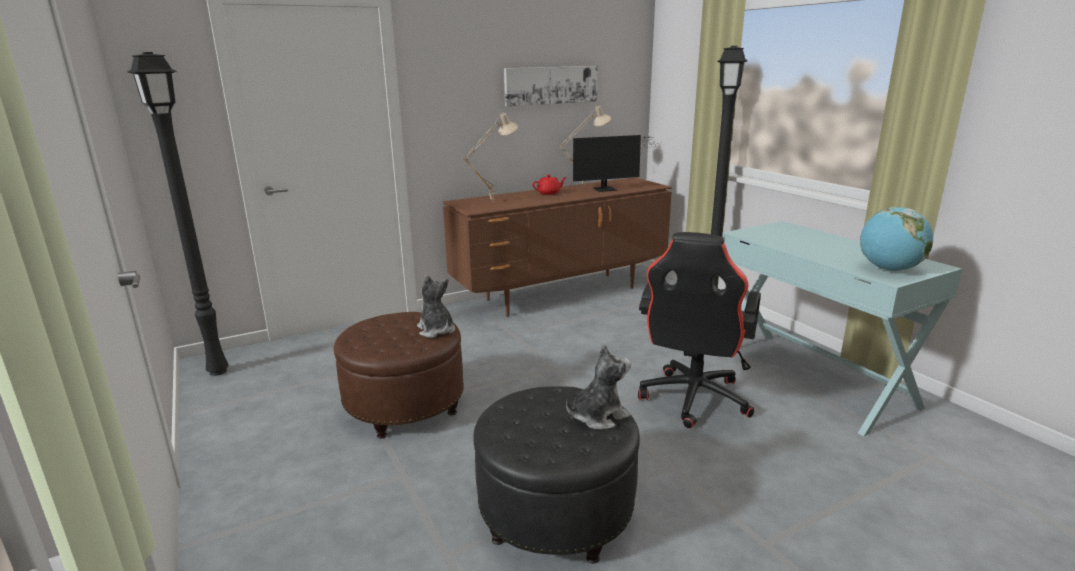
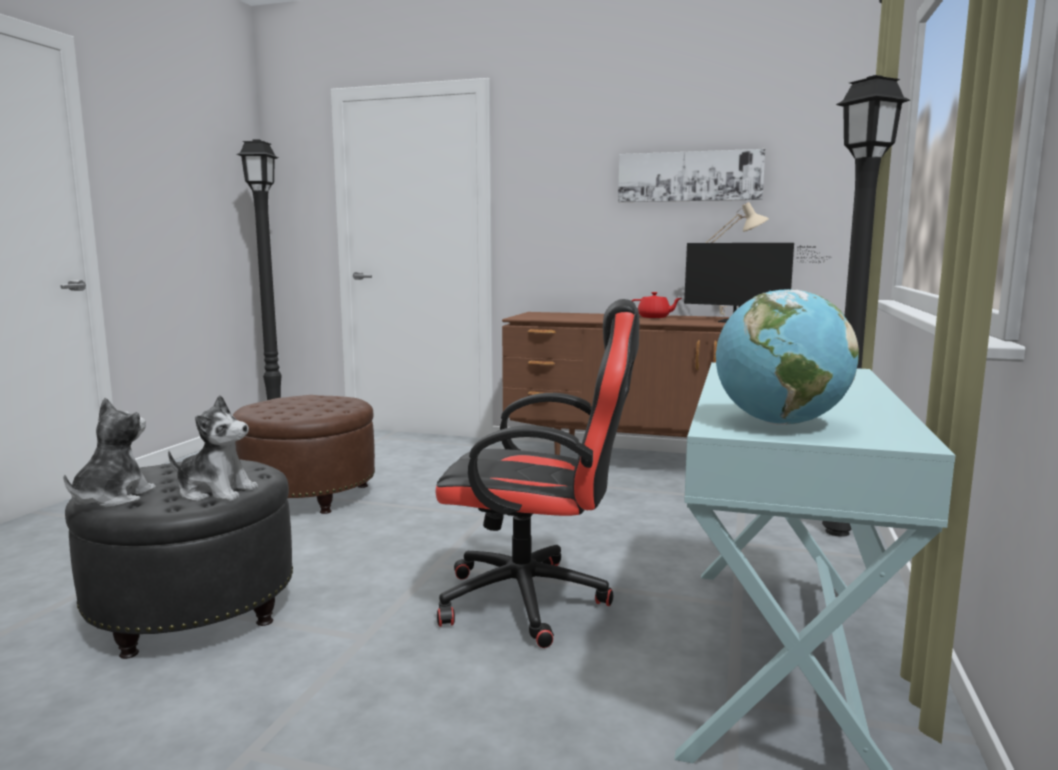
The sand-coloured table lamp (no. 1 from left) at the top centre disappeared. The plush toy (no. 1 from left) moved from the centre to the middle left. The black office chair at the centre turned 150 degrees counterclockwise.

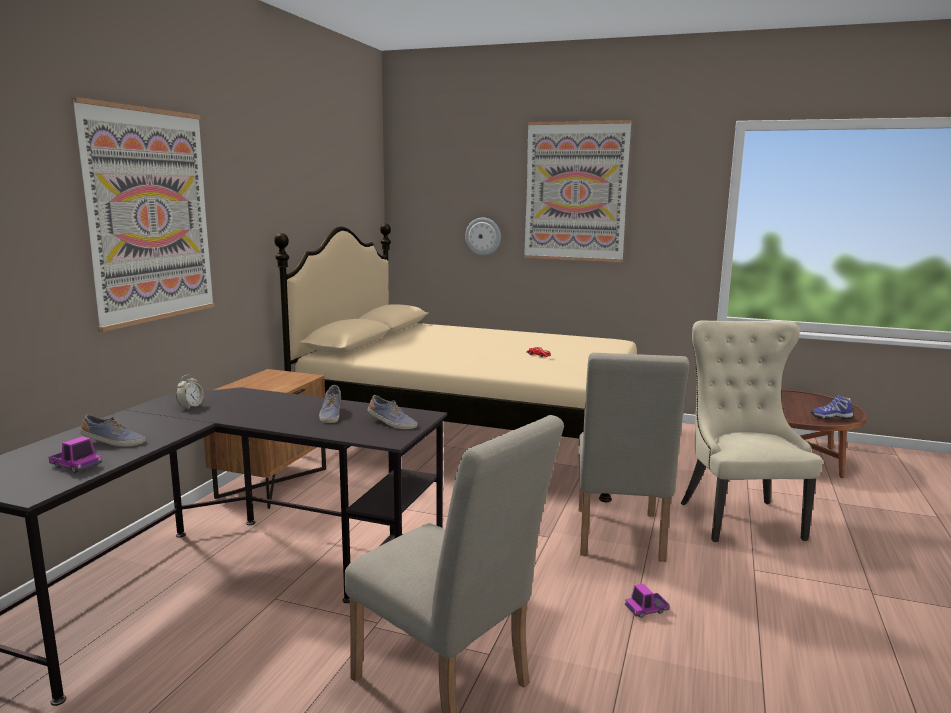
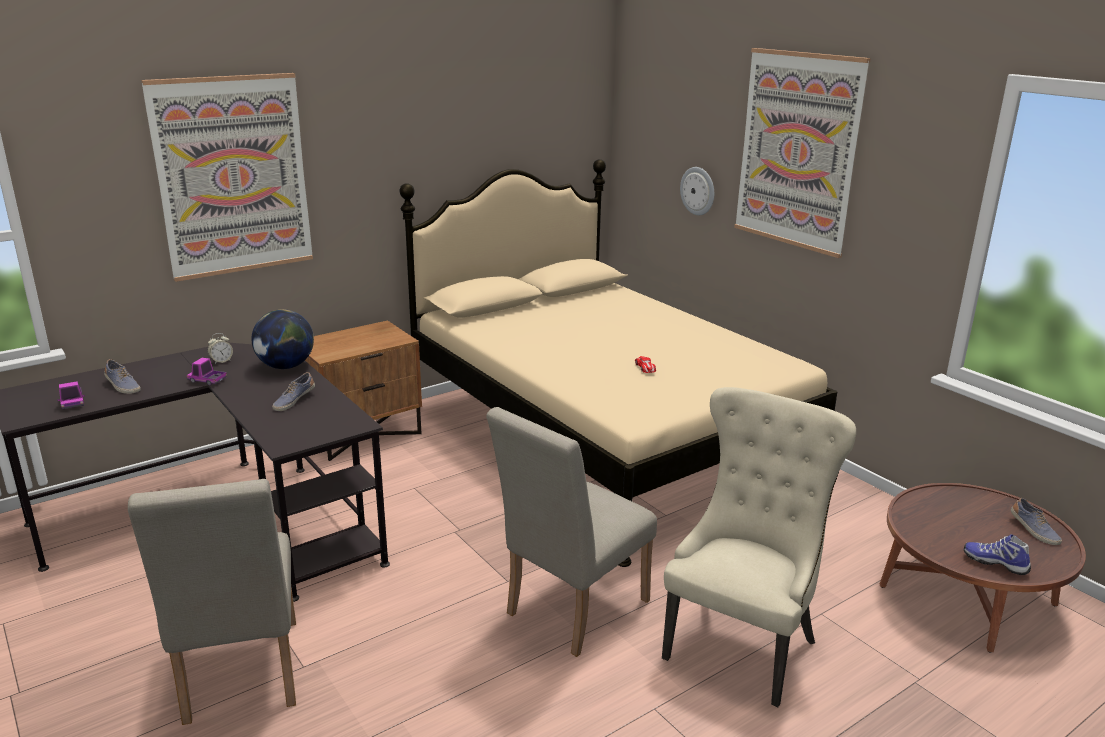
The desk globe at the middle left appeared. The low shoe (no. 3 from left in the first image) moved from the centre to the bottom right. The toy lorry (no. 2 from left) moved from the bottom right to the middle left.

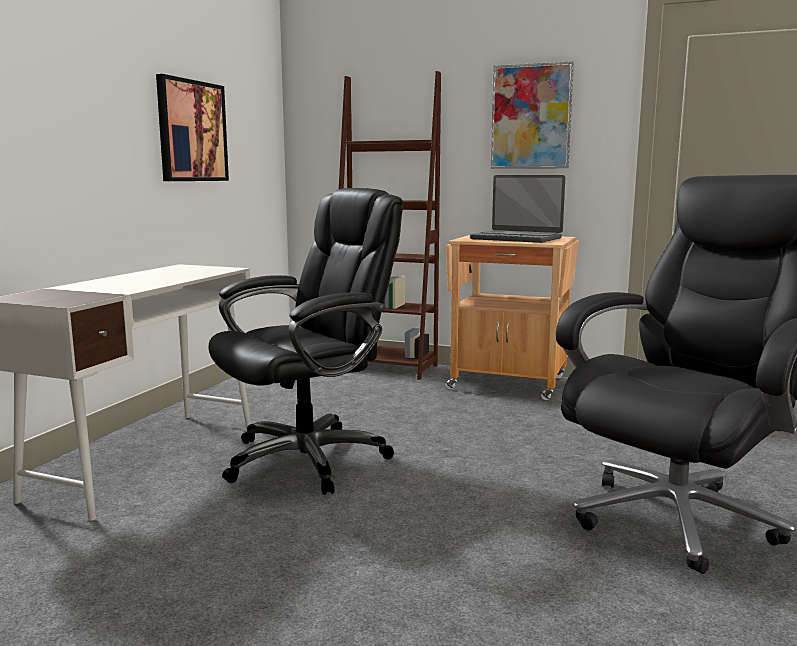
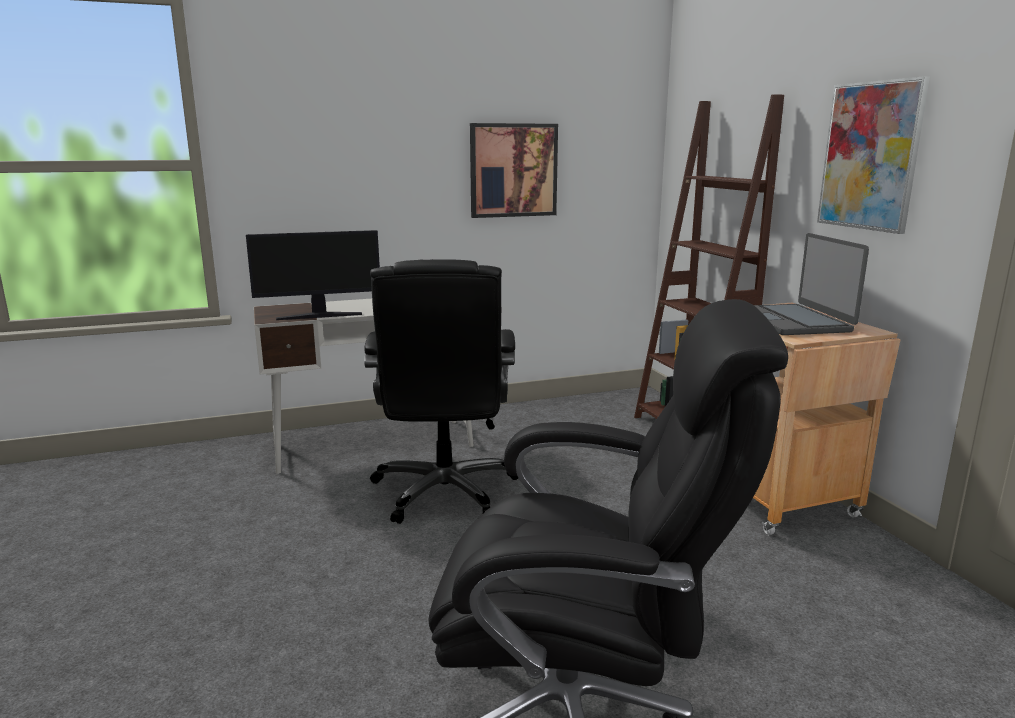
The computer screen at the middle left appeared. The black office chair (no. 1 from left) at the centre turned 75 degrees clockwise.

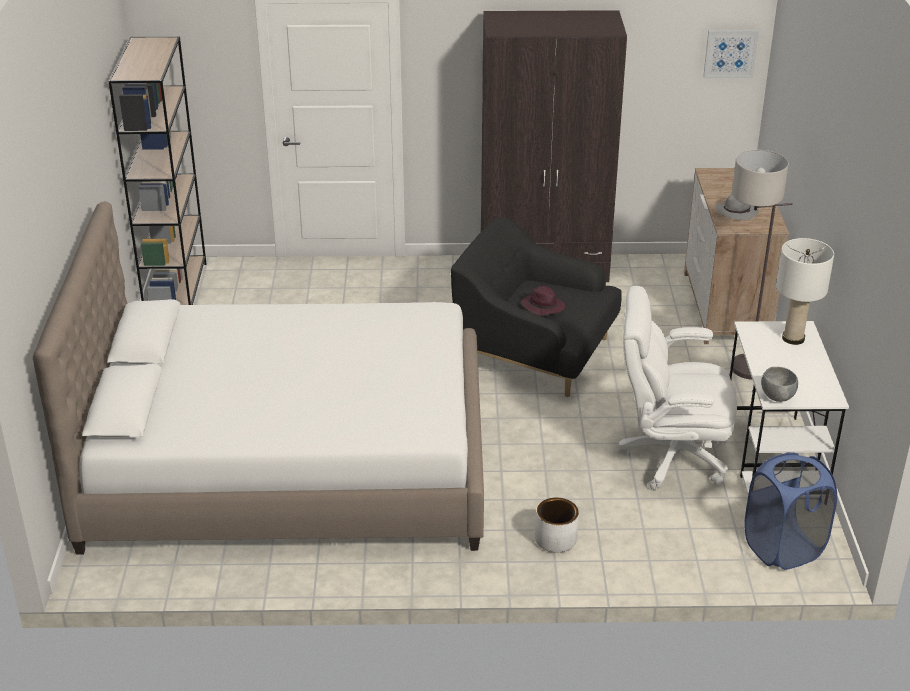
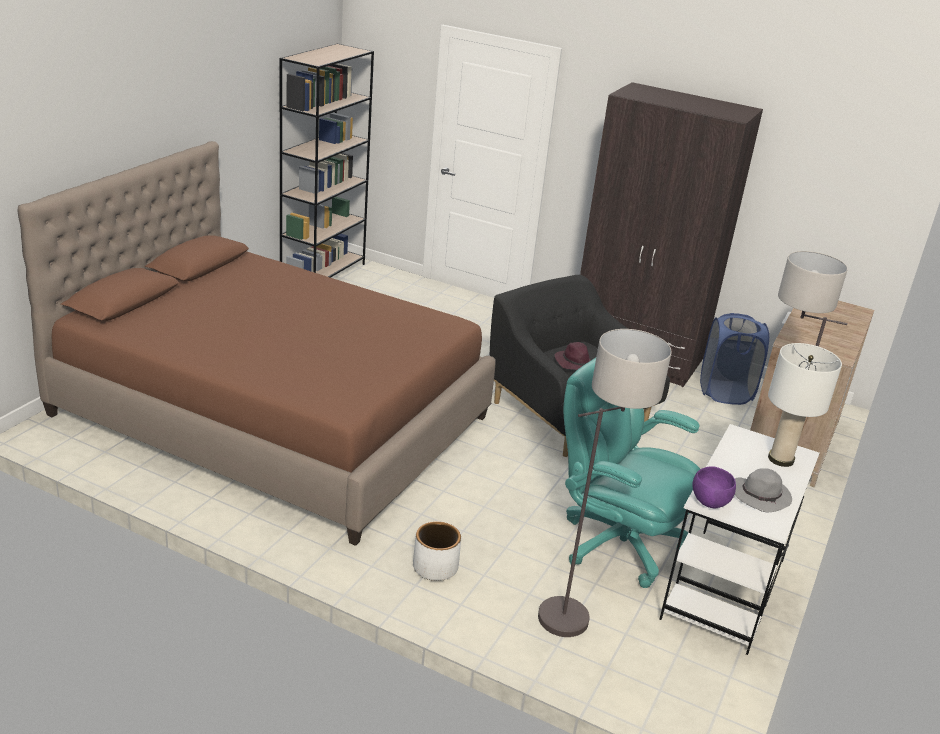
The wall art at the top right disappeared. The greyish standing lamp (no. 1 from left) at the centre appeared. The greyish hat moved from the top right to the bottom right. The blue-coloured hamper moved from the bottom right to the middle right. The white sleeping bed at the middle left became the brownish sleeping bed at the middle left. The white office chair at the middle right became the blue-green office chair at the middle right. The greyish serving bowl at the middle right became the purple serving bowl at the middle right.

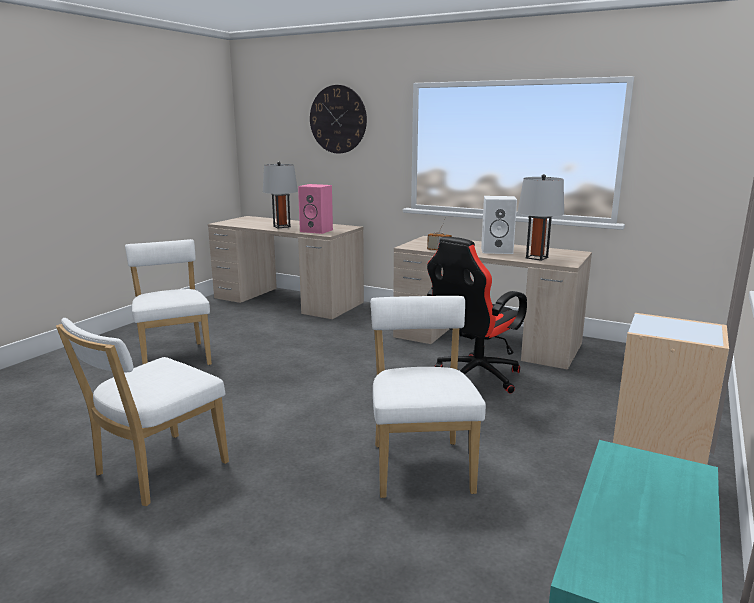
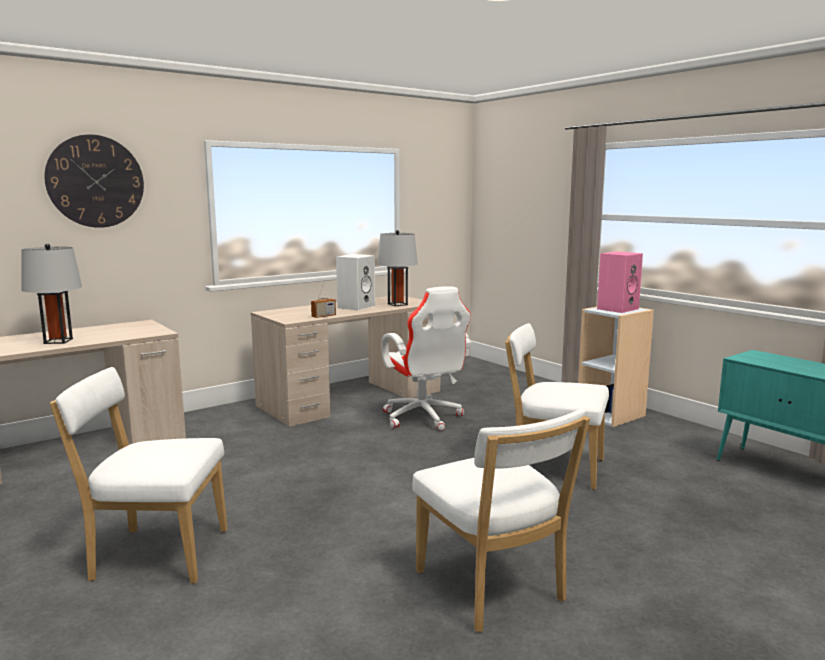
The pinkish audio speaker moved from the centre to the middle right. The black office chair at the centre became the white office chair at the centre.

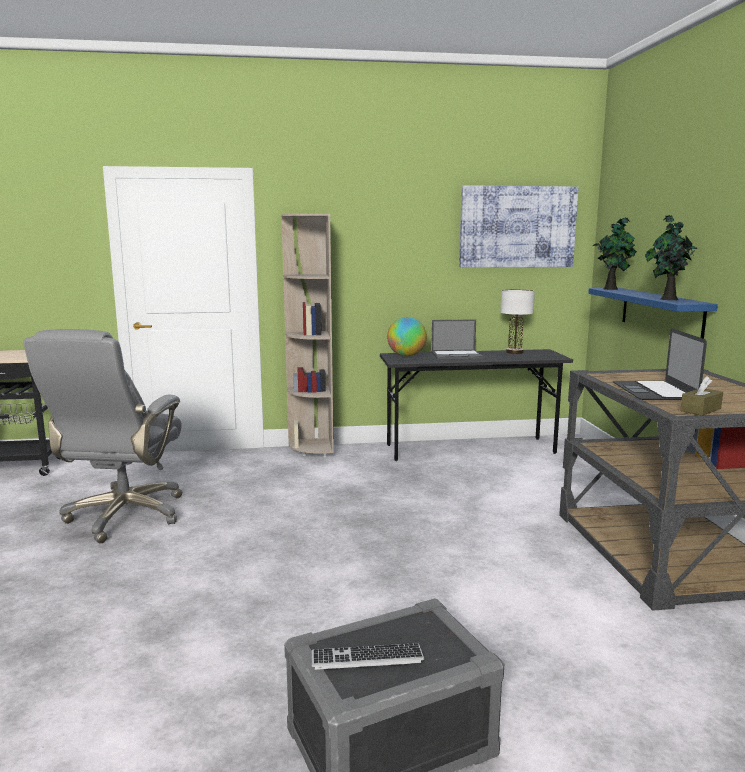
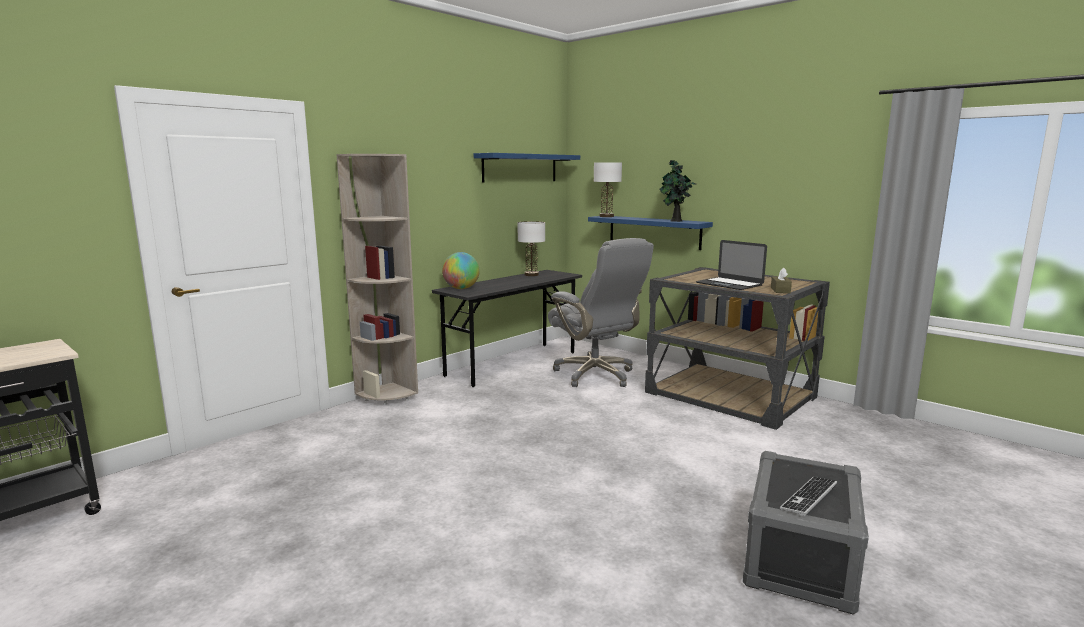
The portable computer (no. 1 from left) at the centre disappeared. The greyish office chair moved from the middle left to the centre. The wall art at the top right was replaced by the blue-coloured bracket shelf (no. 1 from left) at the top centre. The plant in a pot (no. 1 from left) at the top right was replaced by the table lamp (no. 2 from left) at the top centre.

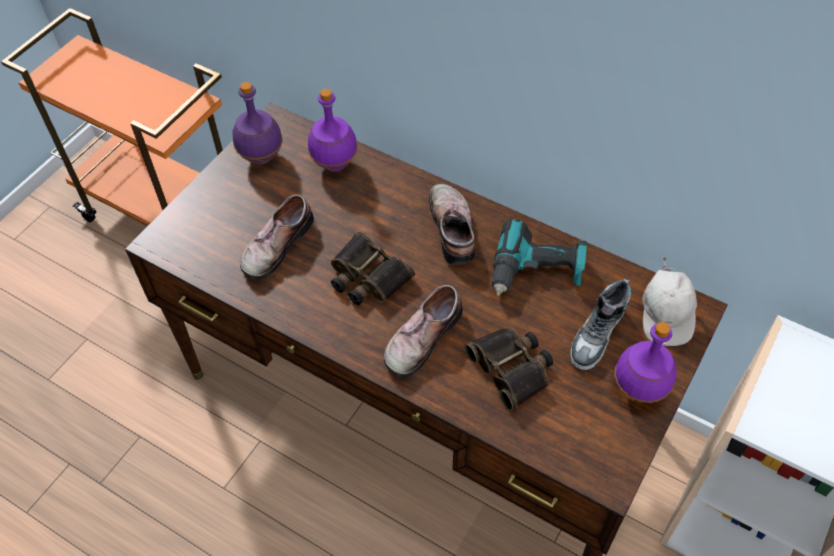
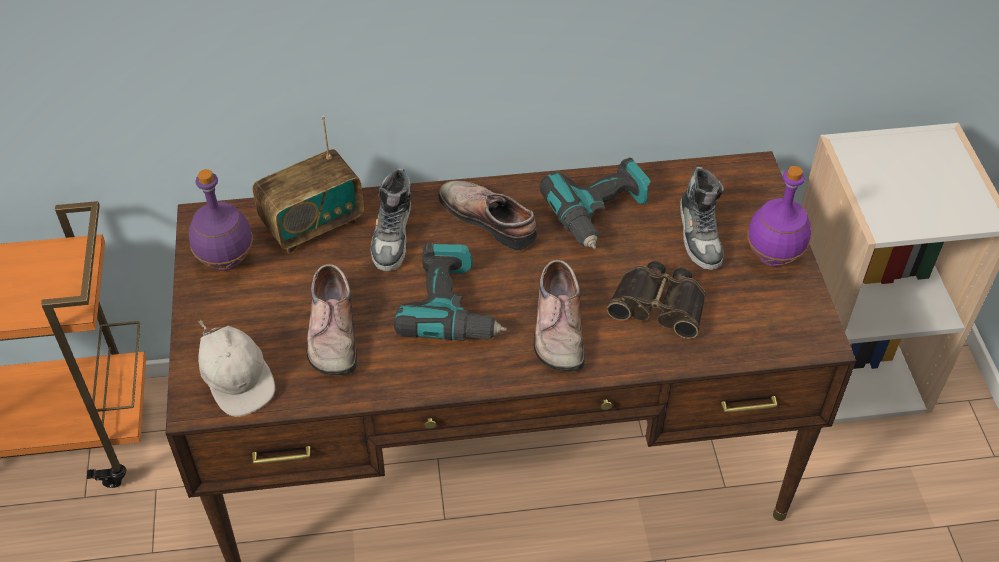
The low shoe (no. 2 from left) at the centre appeared. The white cap moved from the middle right to the middle left. The purple drink bottle (no. 2 from left) at the top centre was replaced by the radio at the top left. The pair of binoculars (no. 1 from left) at the centre was replaced by the power drill (no. 1 from left) at the centre.

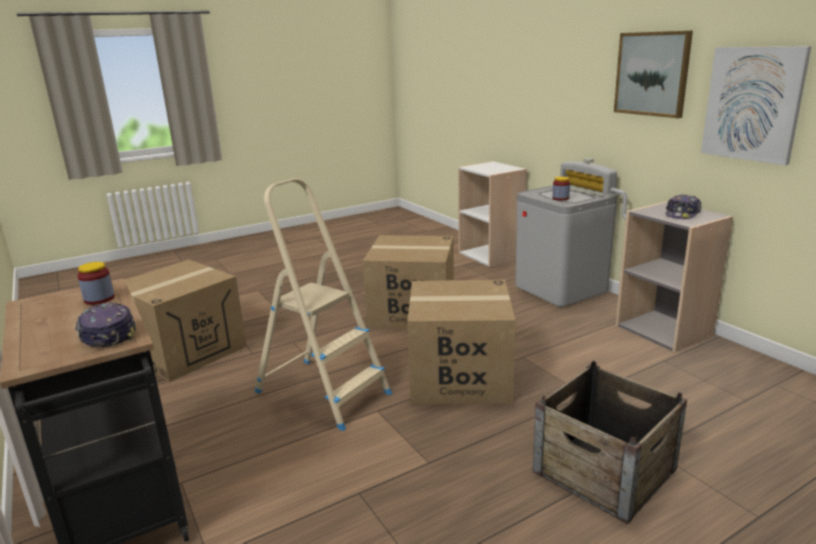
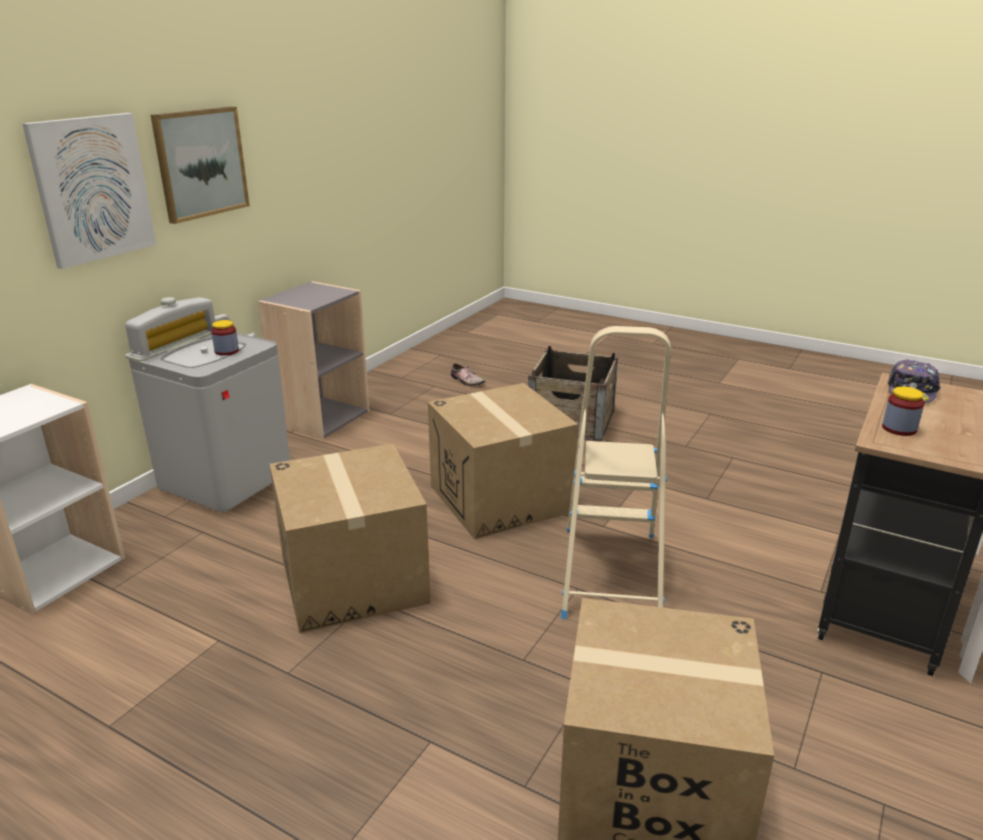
The cap (no. 2 from left) at the middle right disappeared. The low shoe at the centre appeared. The wall art (no. 2 from left in the first image) moved from the top right to the top left.

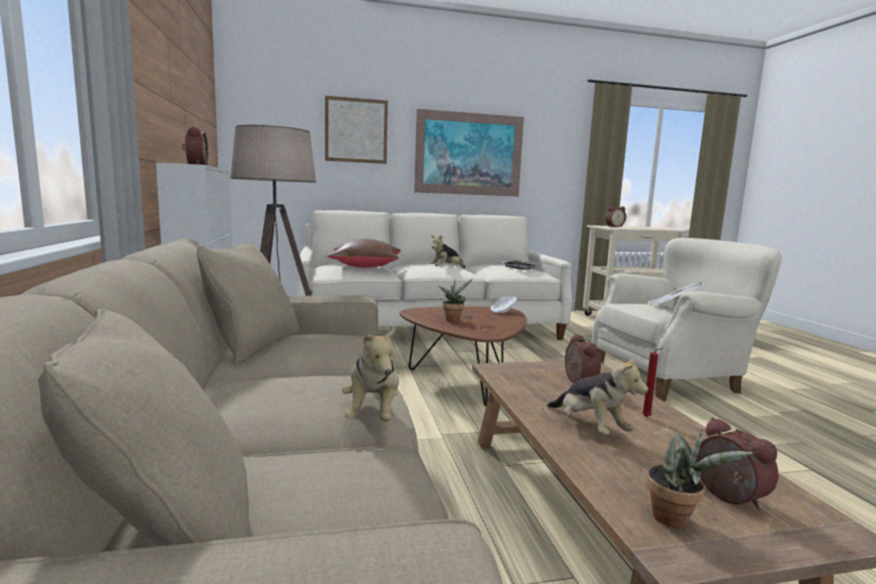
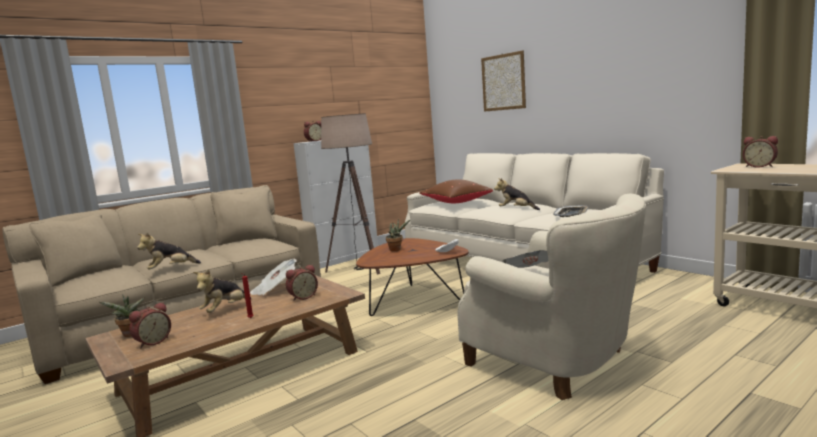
The wall art (no. 2 from left) at the top centre disappeared. The printed paper (no. 1 from left) at the centre appeared.

